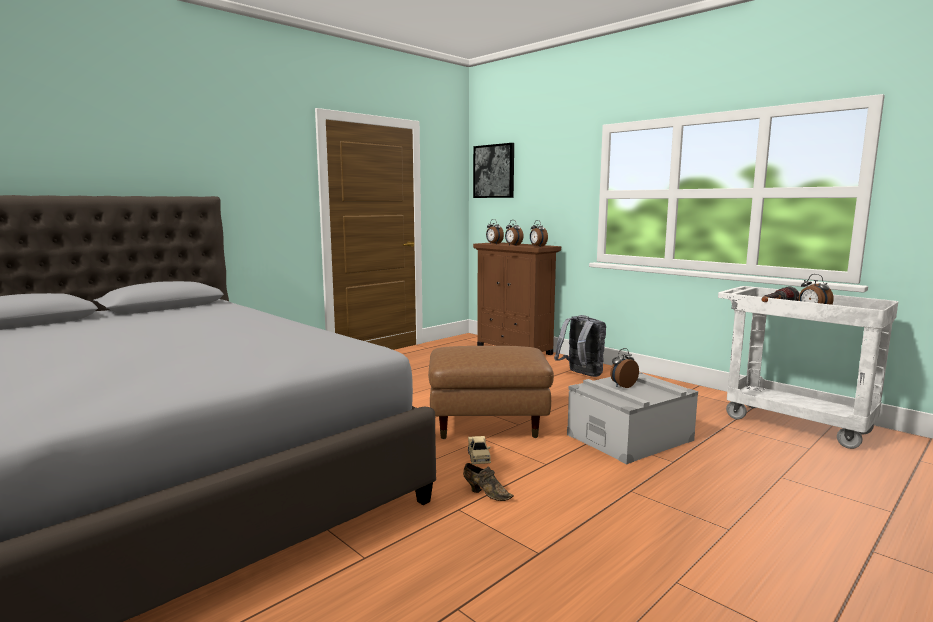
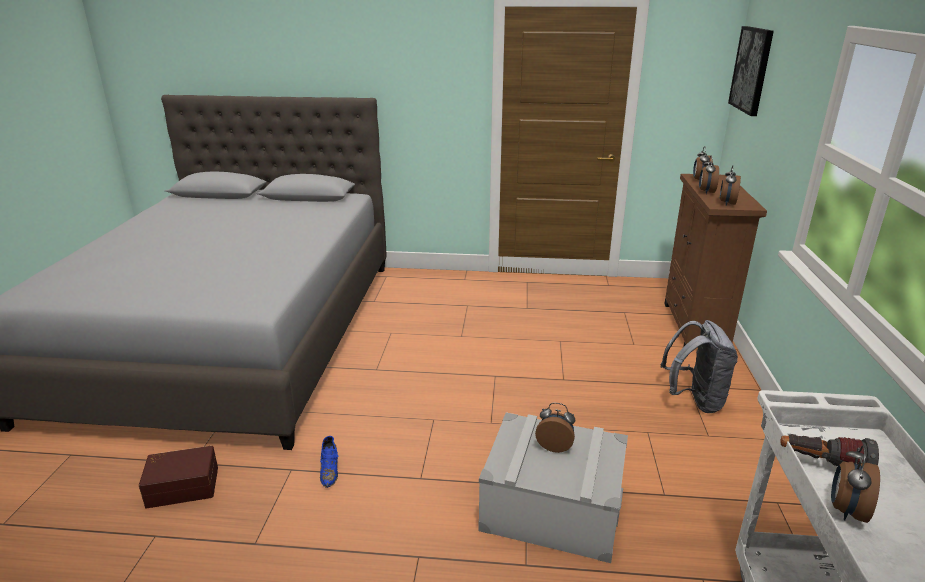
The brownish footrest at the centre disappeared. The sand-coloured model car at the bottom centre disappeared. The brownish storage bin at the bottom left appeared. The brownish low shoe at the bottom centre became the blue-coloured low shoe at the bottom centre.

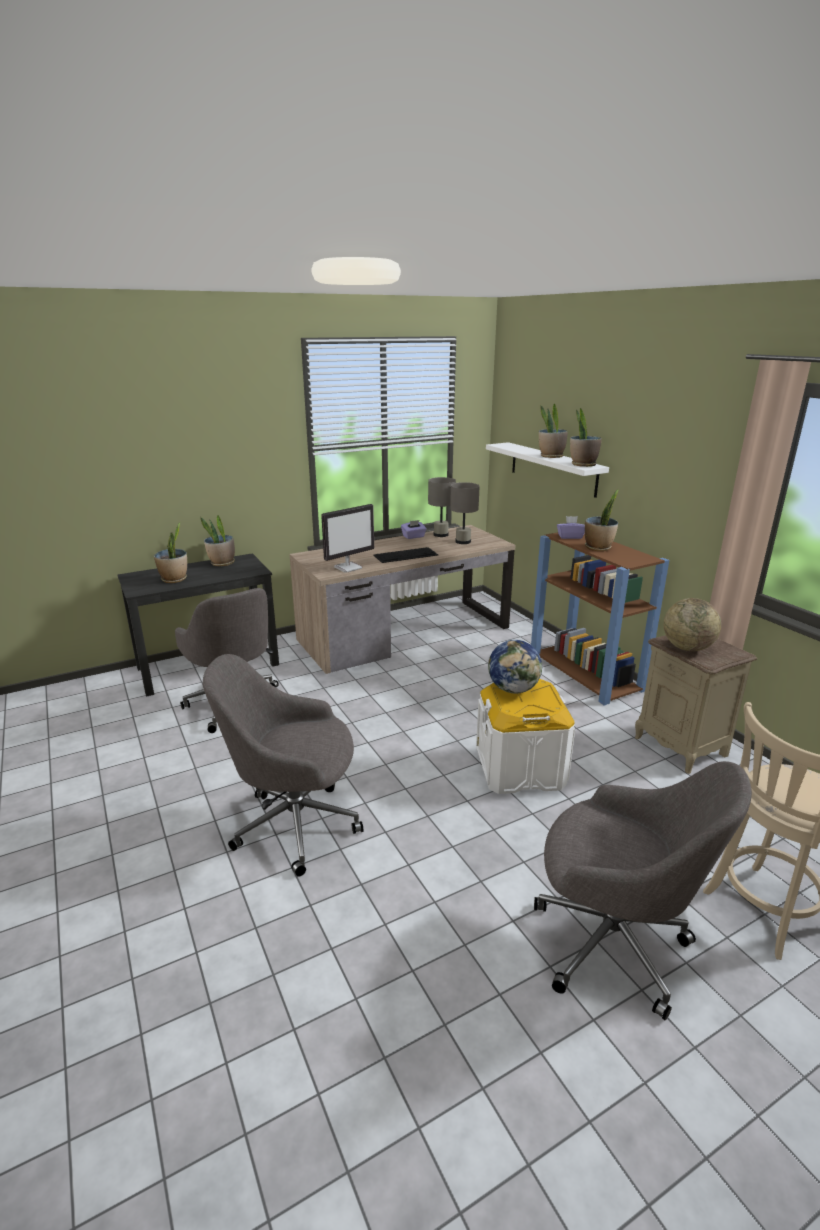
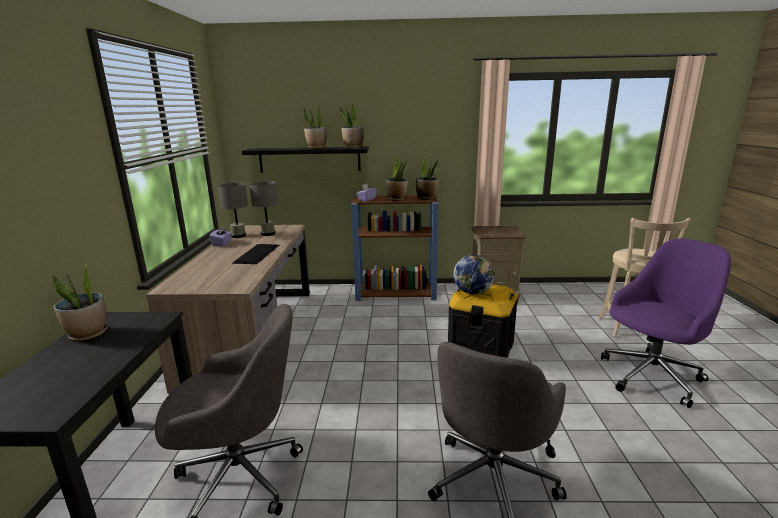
The computer screen at the centre disappeared. The desk globe (no. 2 from left) at the middle right disappeared. The plant in a pot (no. 1 from left in the first image) moved from the middle left to the centre. The white storage bin at the centre became the black storage bin at the centre. The white bracket shelf at the middle right became the black bracket shelf at the top centre. The greyish office chair (no. 3 from left) at the bottom right became the purple office chair at the middle right.

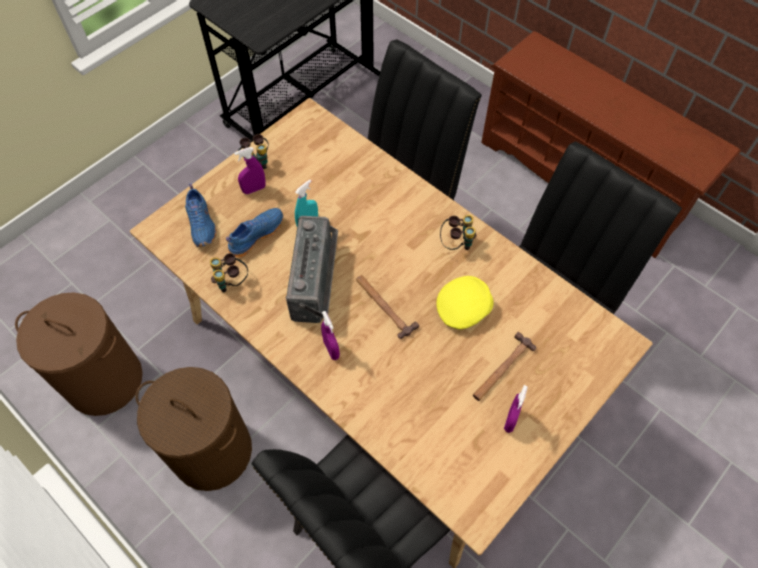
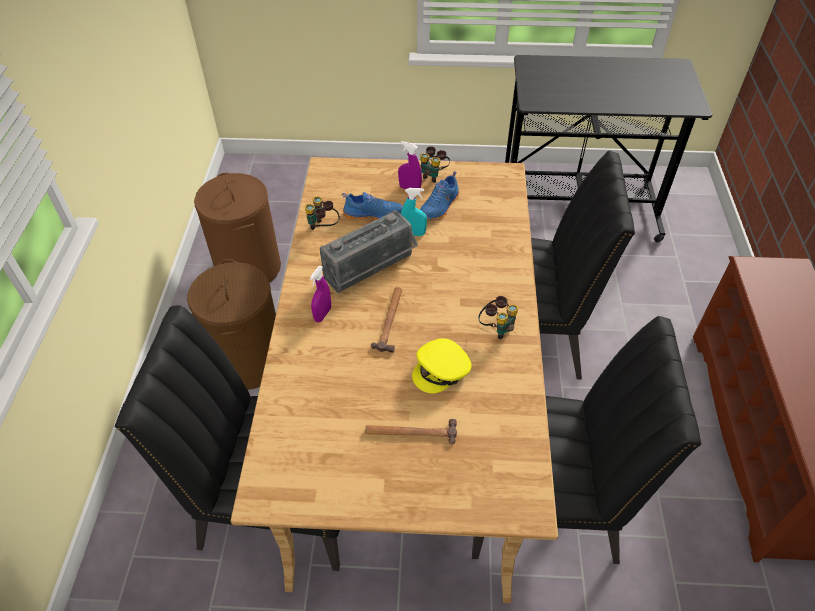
The purple hand sprayer (no. 3 from left) at the bottom right disappeared. The blue-coloured low shoe (no. 1 from left in the first image) moved from the middle left to the top centre. The yellow cap at the centre turned 120 degrees clockwise.

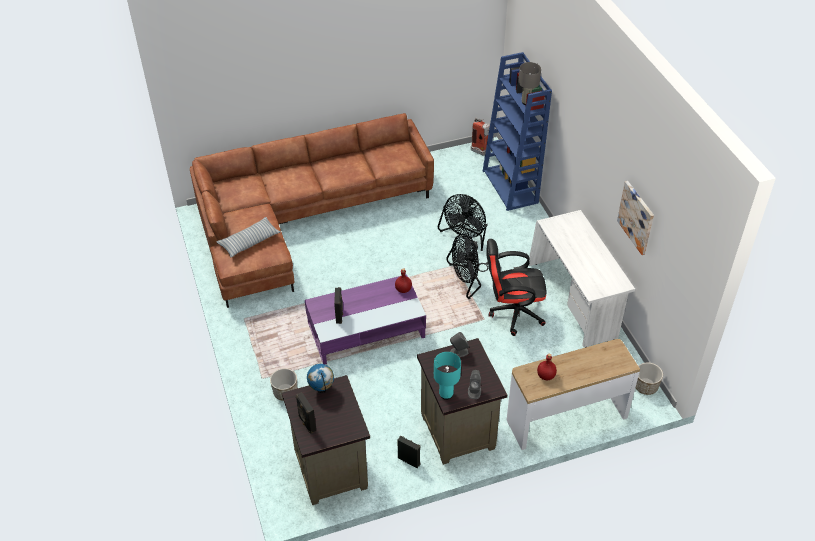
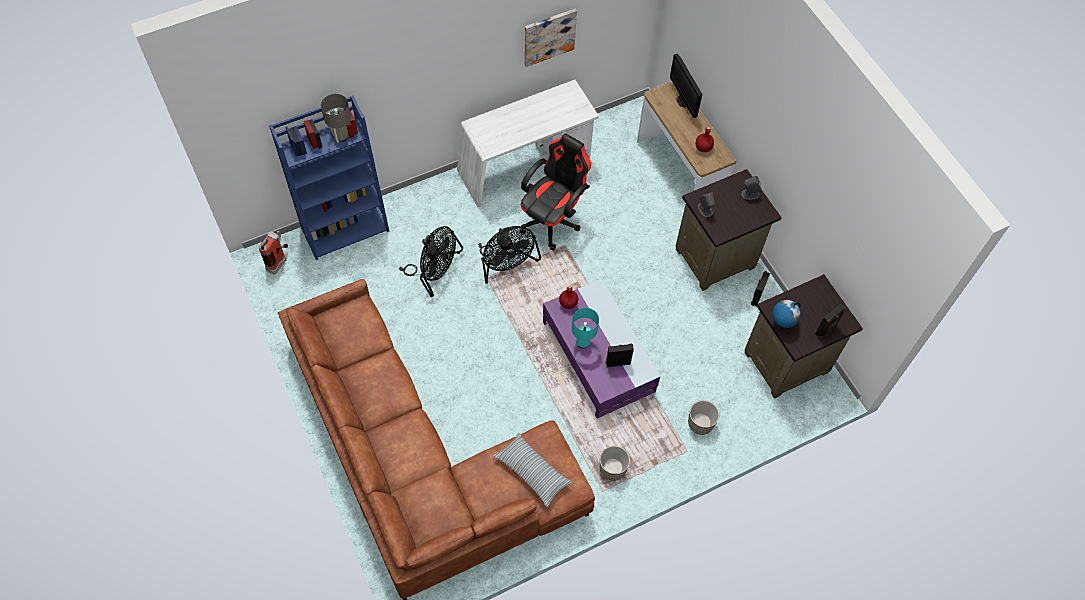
The computer screen at the top centre appeared. The blue-green table lamp moved from the bottom centre to the centre. The planter (no. 2 from left in the first image) moved from the bottom right to the bottom centre. The black office chair at the centre turned 135 degrees counterclockwise.

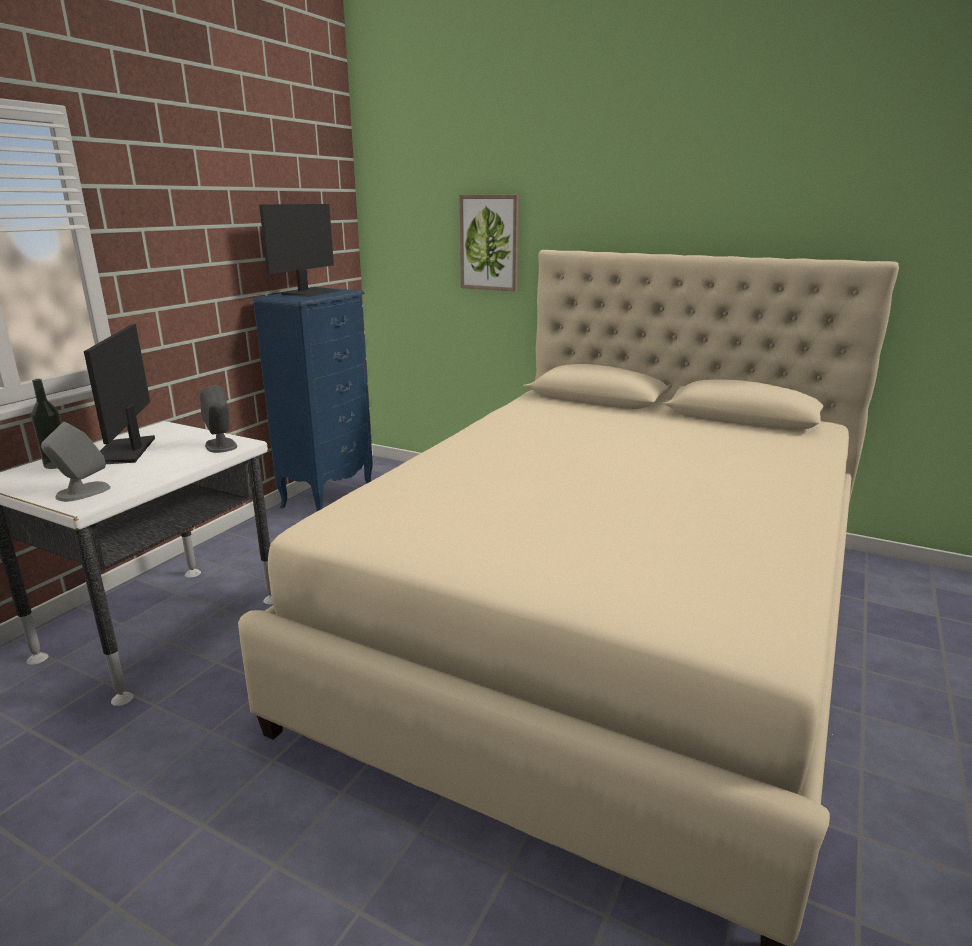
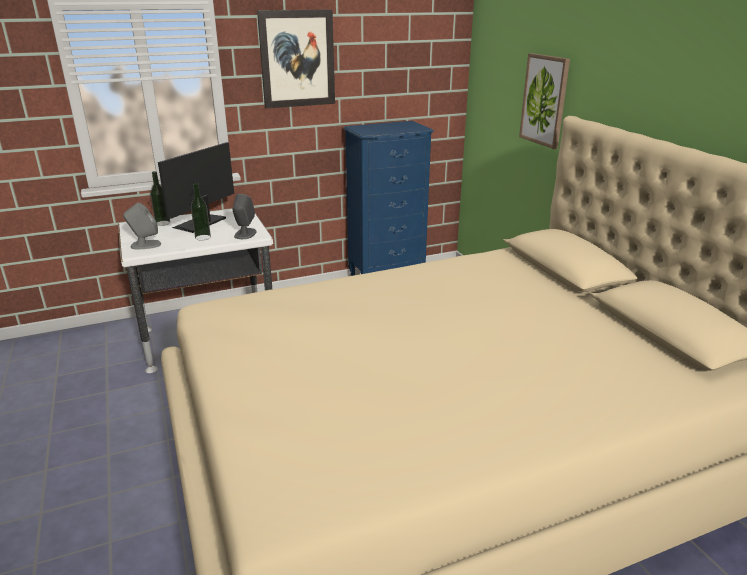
The computer screen (no. 2 from left) at the top left disappeared. The drink bottle (no. 2 from left) at the middle left appeared. The wall art (no. 1 from left) at the top centre appeared.

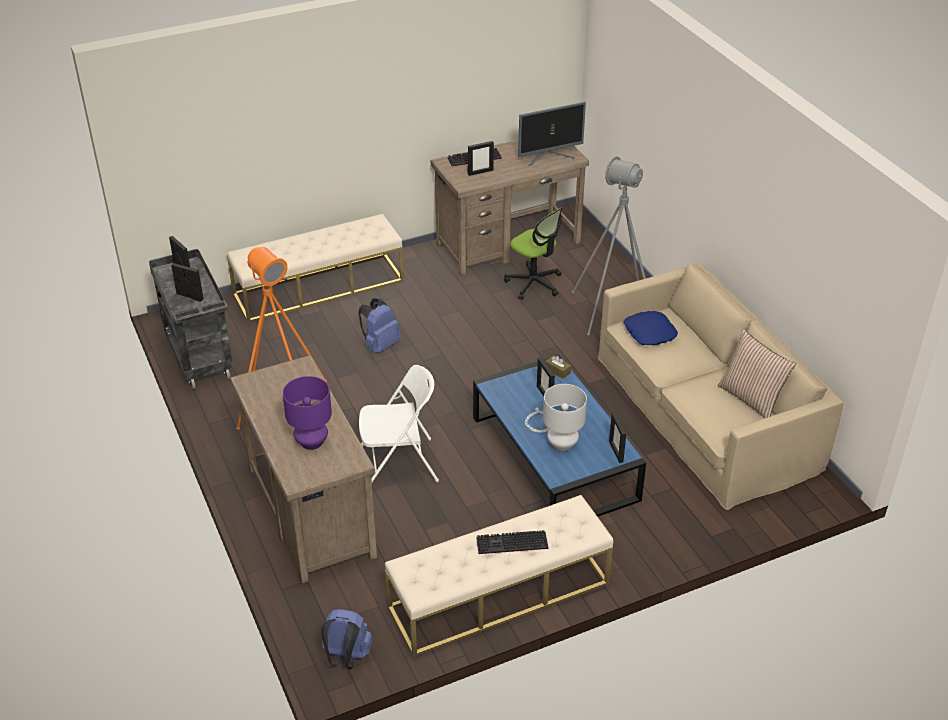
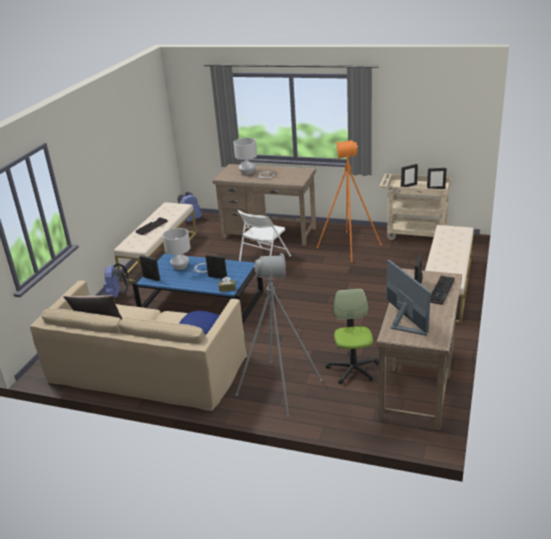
The blue-coloured knapsack (no. 2 from left in the first image) moved from the centre to the middle left. The black wheeled cart at the middle left became the sand-coloured wheeled cart at the middle right. The purple table lamp at the middle left became the greyish table lamp (no. 2 from left) at the top centre. The office chair at the centre turned 90 degrees clockwise. The computer screen at the top centre turned 135 degrees clockwise.

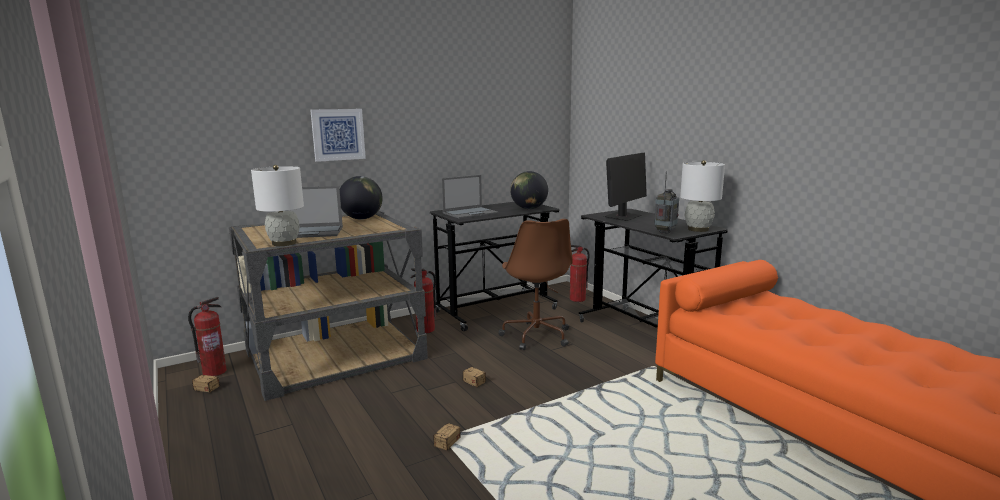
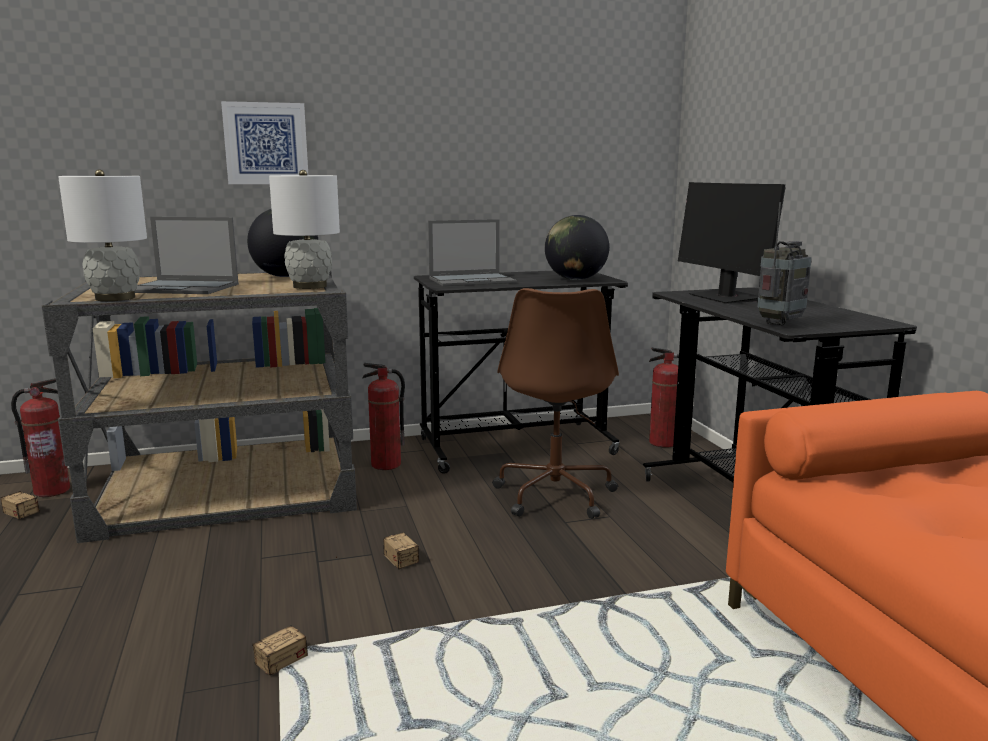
The white table lamp (no. 2 from left) moved from the middle right to the top left. The computer screen at the centre turned 105 degrees clockwise.

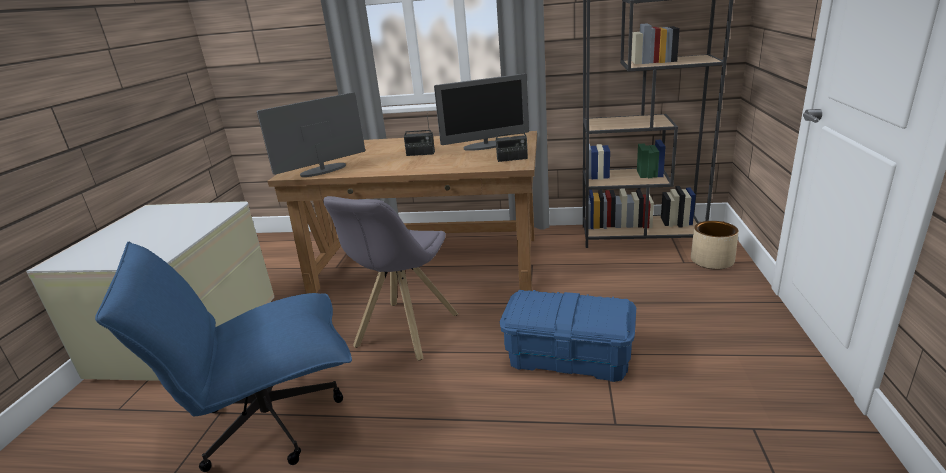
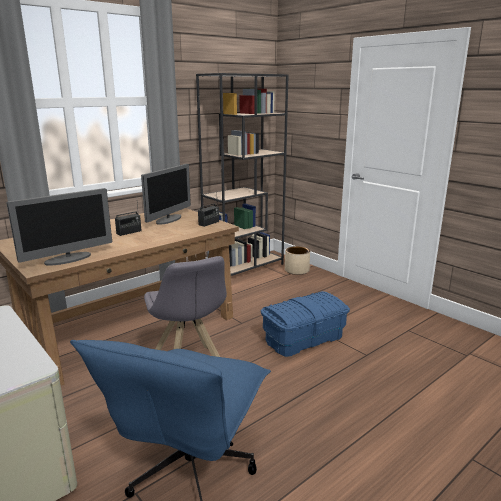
The computer screen (no. 1 from left) at the top left turned 135 degrees counterclockwise.

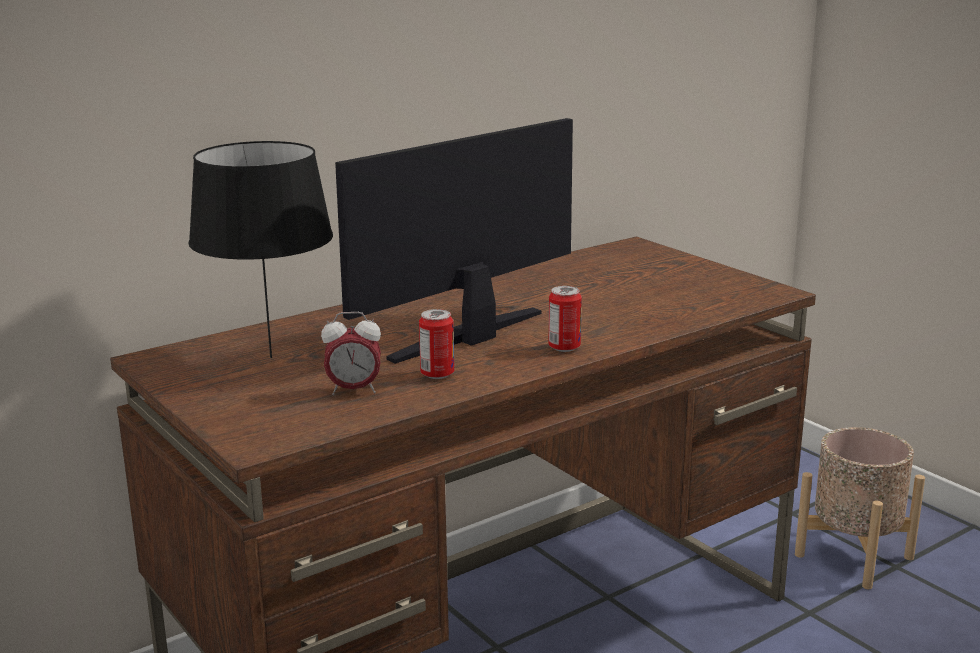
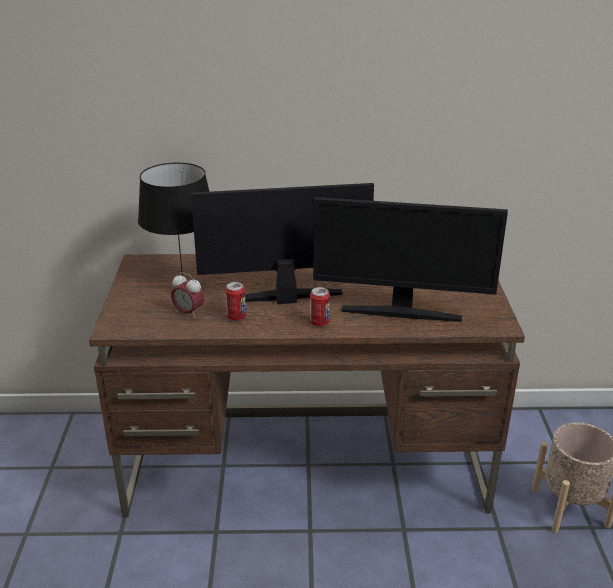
The computer screen (no. 2 from left) at the middle right appeared.

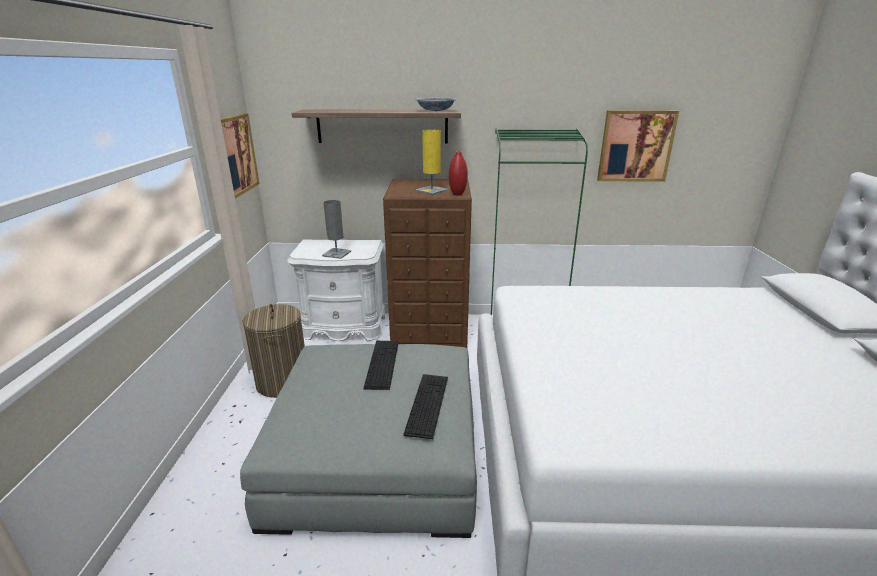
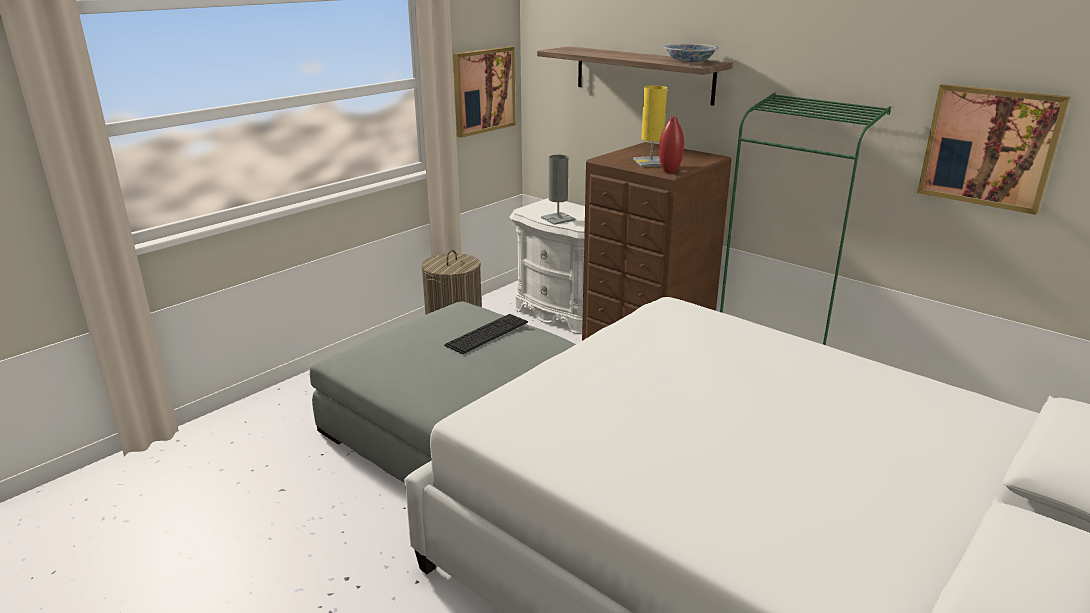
The keyboard (no. 2 from left) at the bottom centre disappeared.

